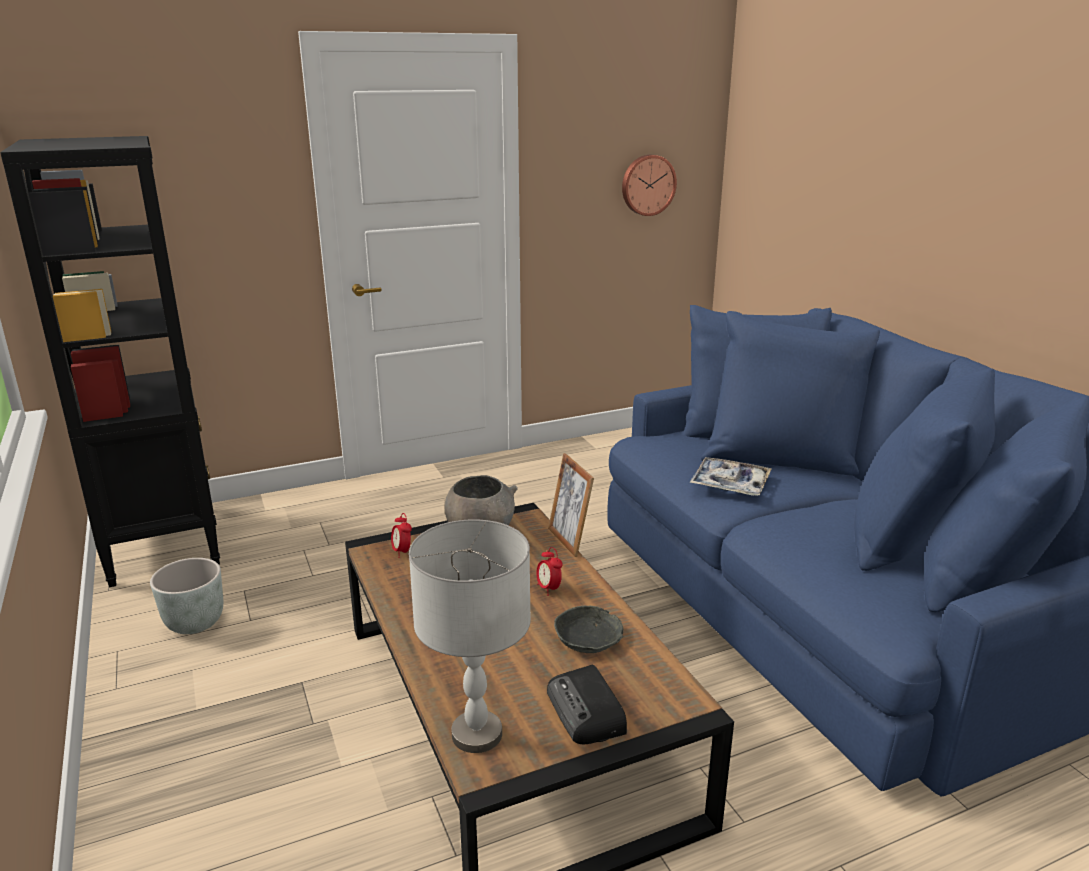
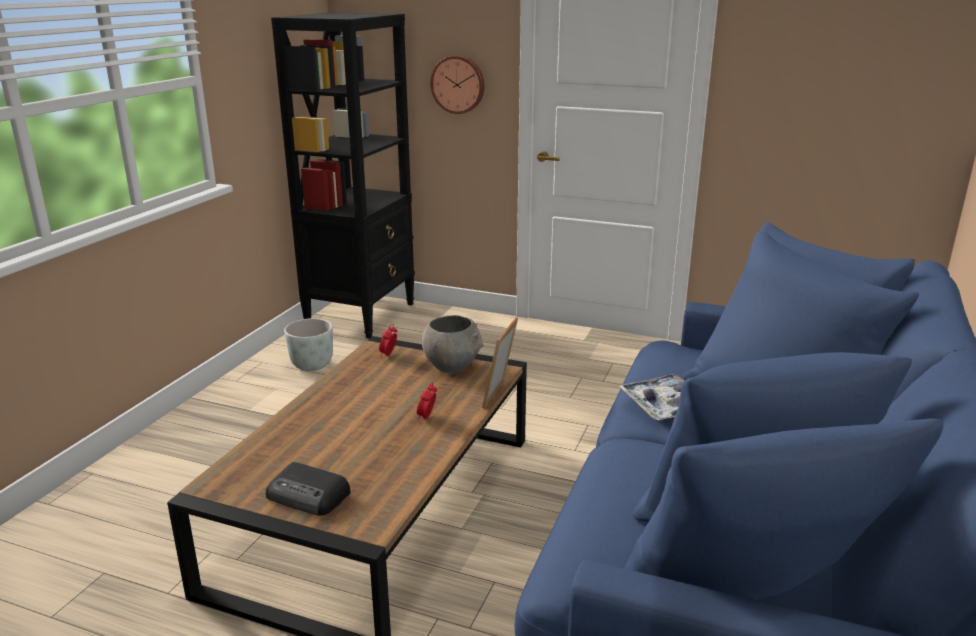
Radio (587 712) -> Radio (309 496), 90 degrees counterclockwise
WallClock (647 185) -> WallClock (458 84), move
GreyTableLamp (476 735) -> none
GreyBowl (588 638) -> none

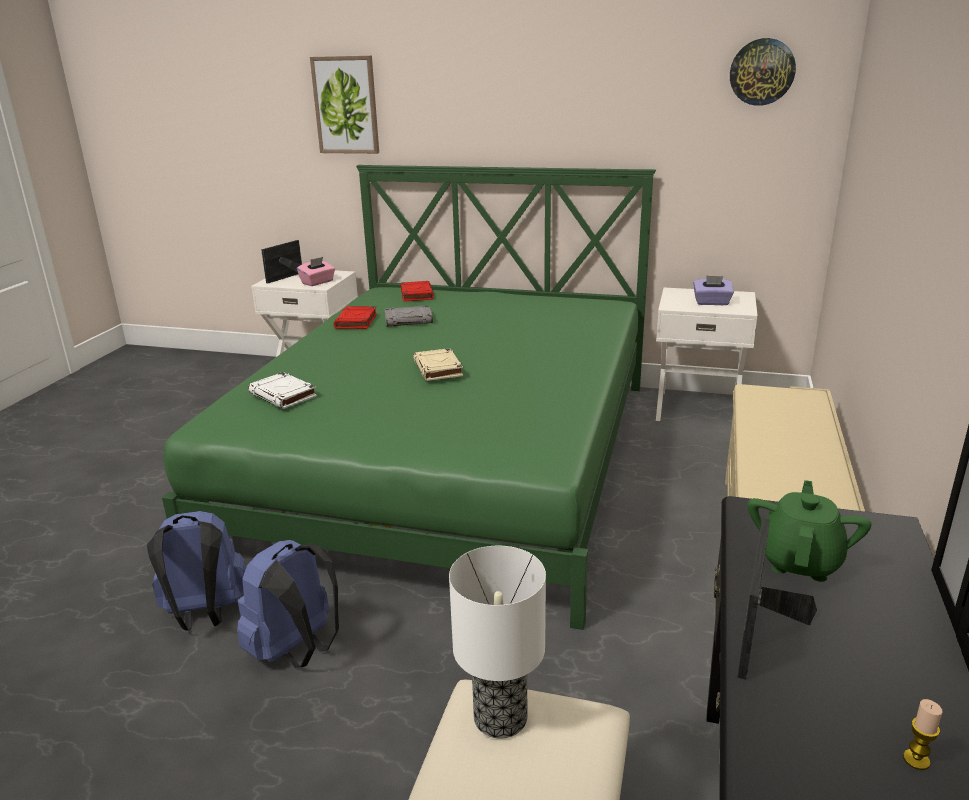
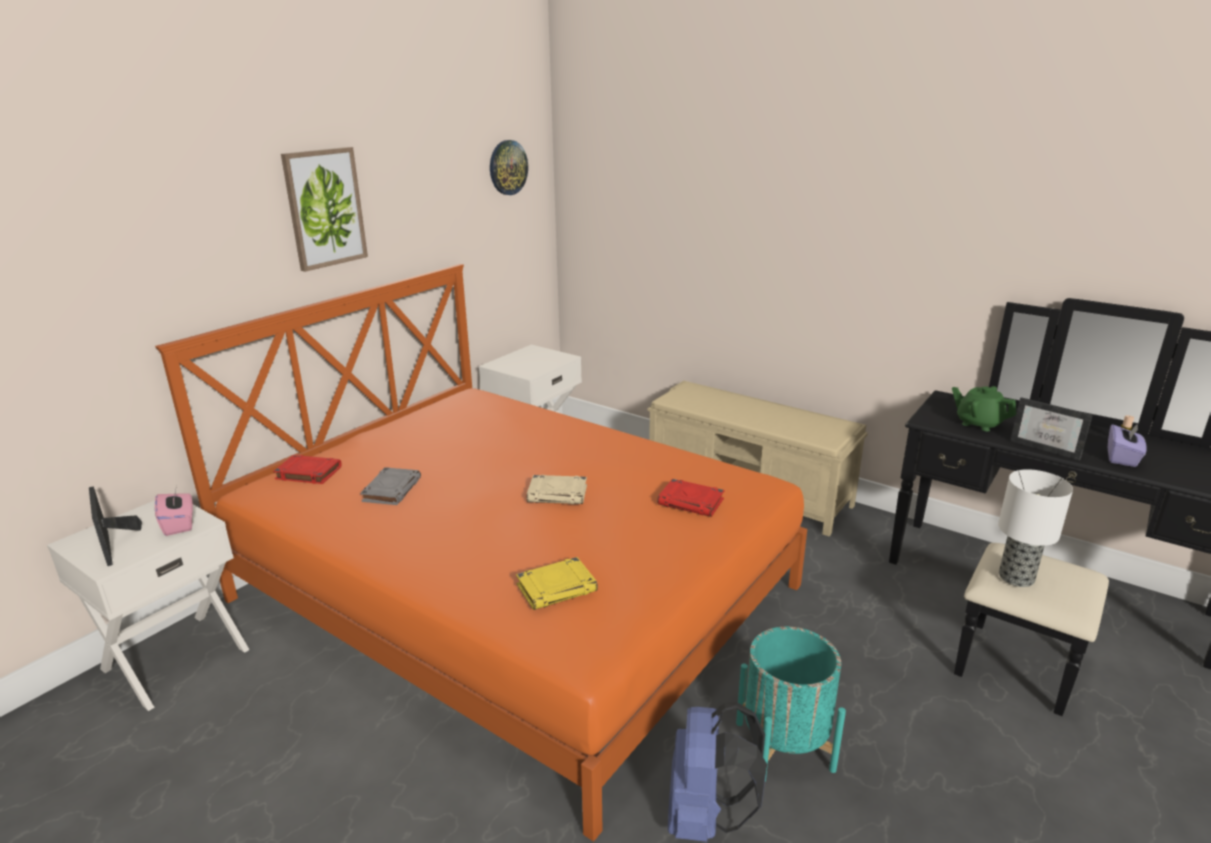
GreenBed (449 460) -> OrangeBed (514 594)
Picture (346 105) -> Picture (324 208), move
WhiteBook (283 395) -> YellowBook (557 588)
RedBook (356 321) -> RedBook (691 502), move
BlueBackpack (297 651) -> TurquoisePlanter (784 746)
PurpleTissueBox (711 302) -> PurpleTissueBox (1122 458), move

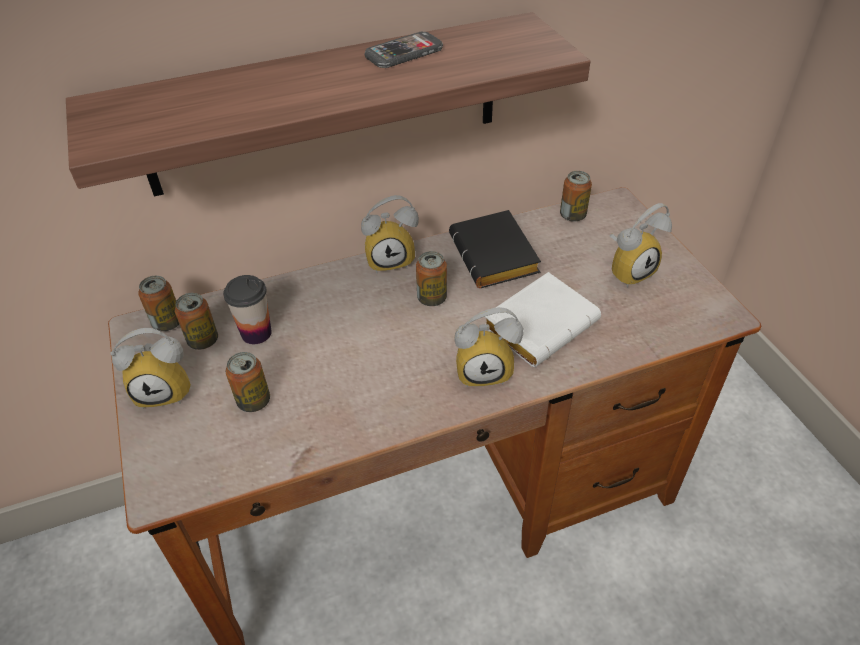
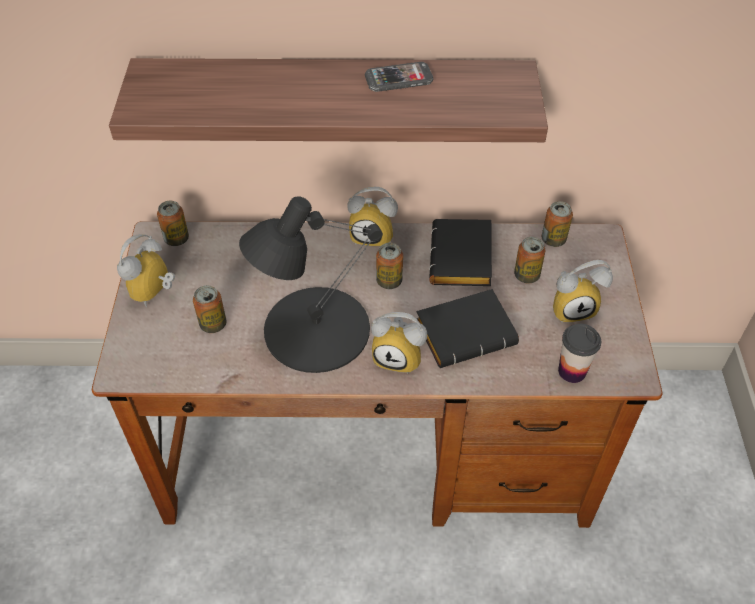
AlarmClock (167 389) -> AlarmClock (155 294), 105 degrees clockwise
none -> BlackTableLamp (314 329)
WhiteBook (540 323) -> BlackBook (467 331)
Can (203 340) -> Can (526 275), move
Cup (256 333) -> Cup (572 371), move

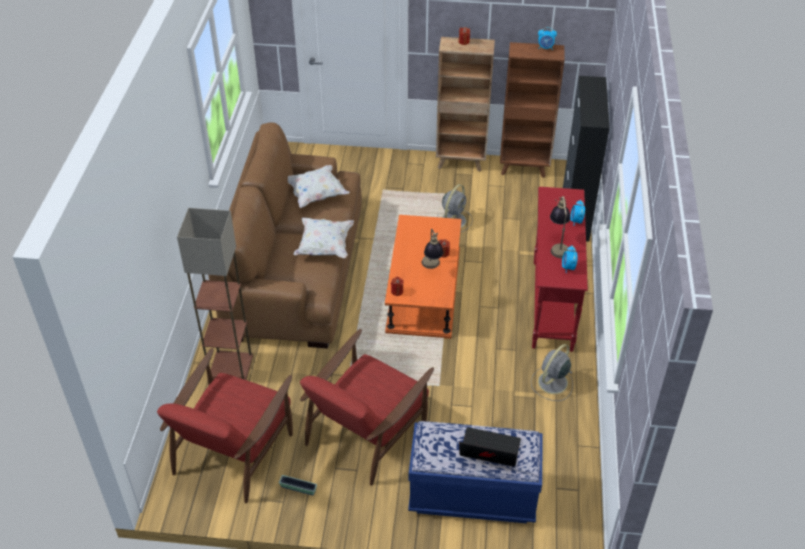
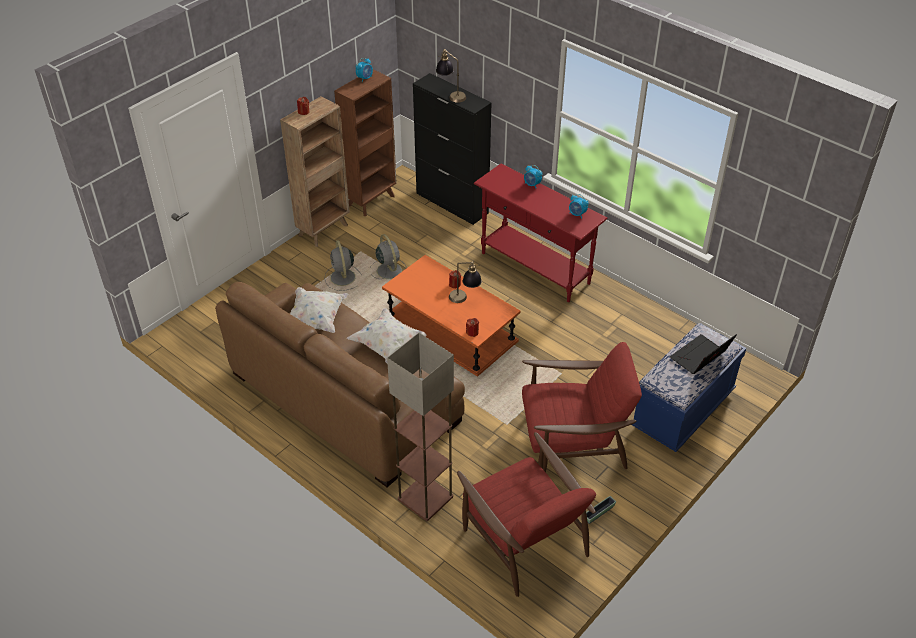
GreyFan (552 383) -> GreyFan (343 278), move
TableLamp (558 245) -> TableLamp (451 95), move
RedArmchair (367 431) -> RedArmchair (573 440), 75 degrees counterclockwise

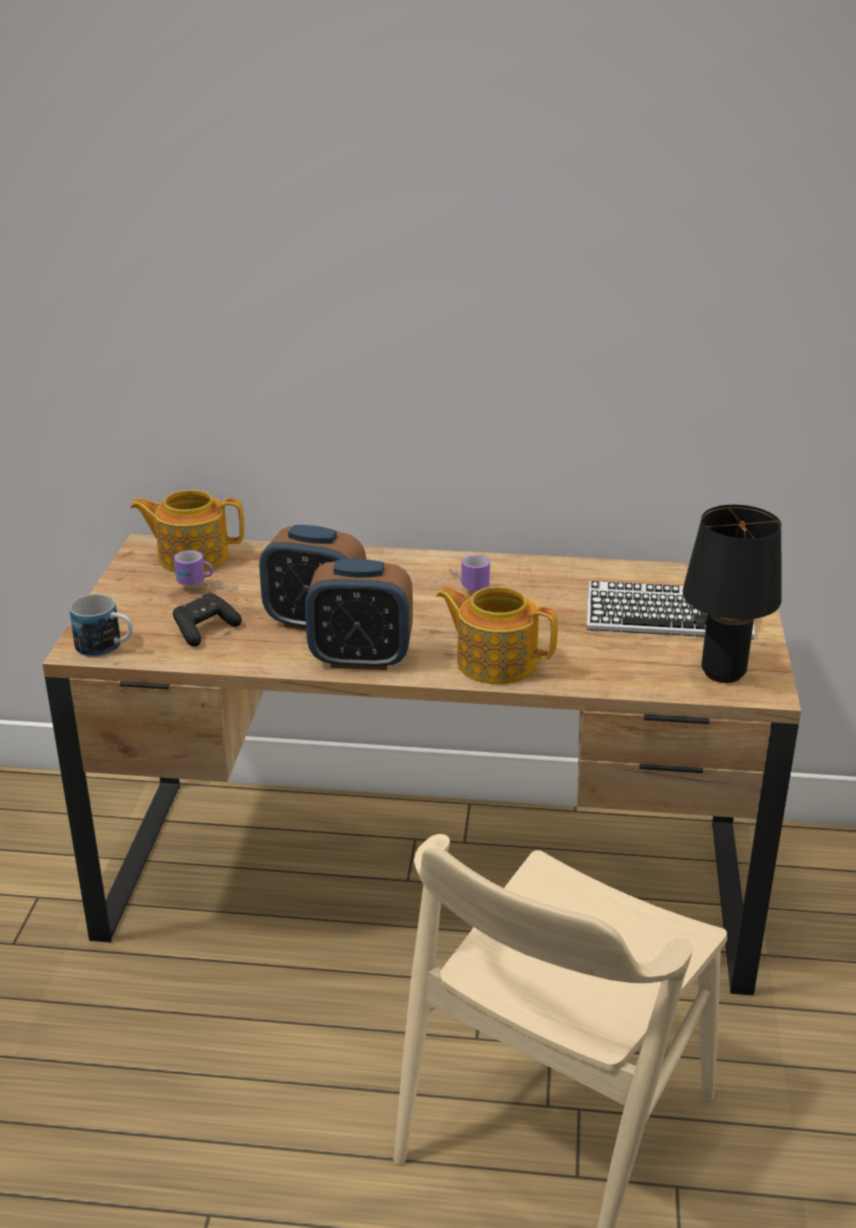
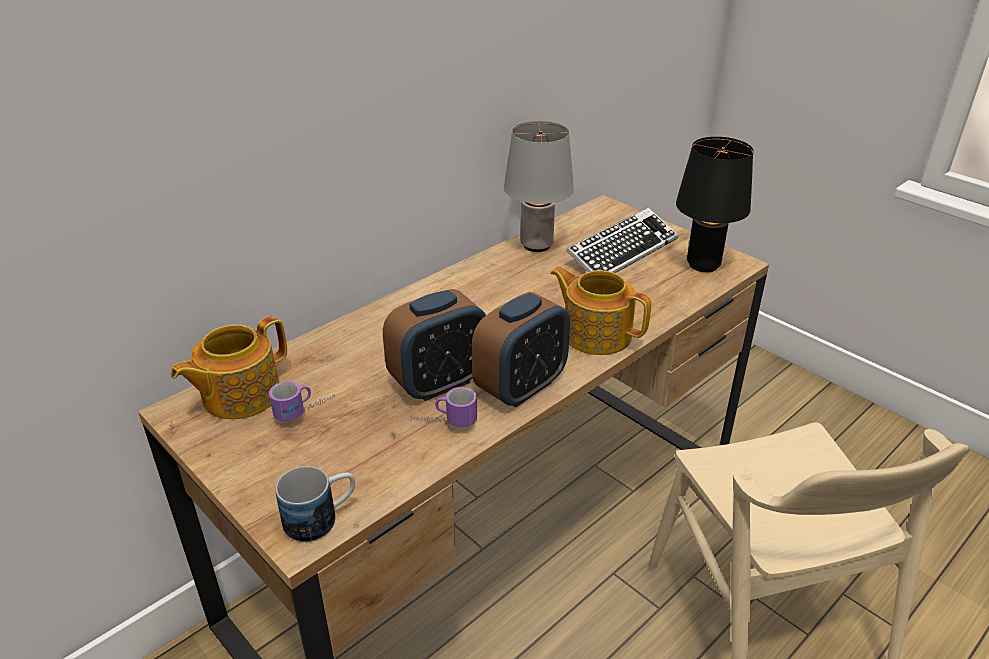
Mug (466 584) -> Mug (444 423), move
none -> GreyTableLamp (537 245)
Teapot (495 662) -> Teapot (596 334), 60 degrees clockwise
BlackGameController (205 630) -> none

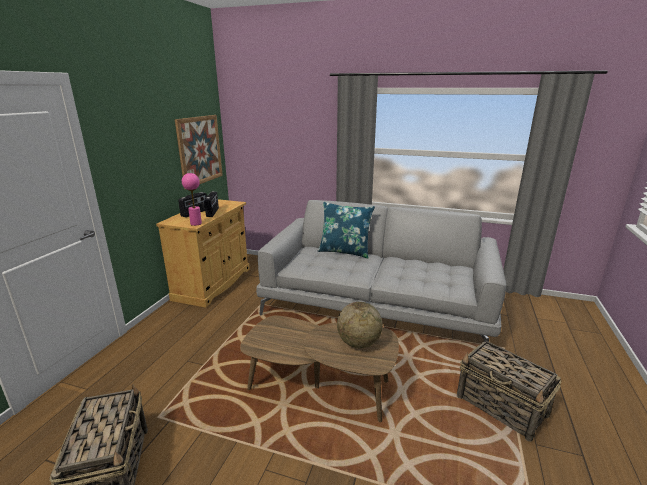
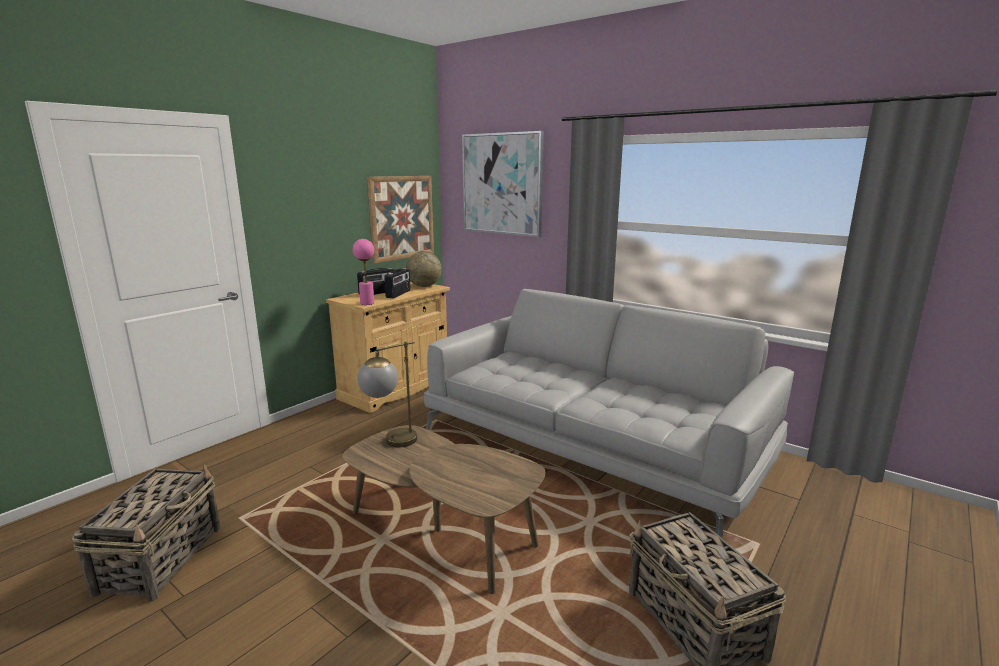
none -> TableLamp (391 443)
Globe (358 343) -> Globe (424 286), move
none -> Picture (502 184)
BluePillow (345 251) -> none

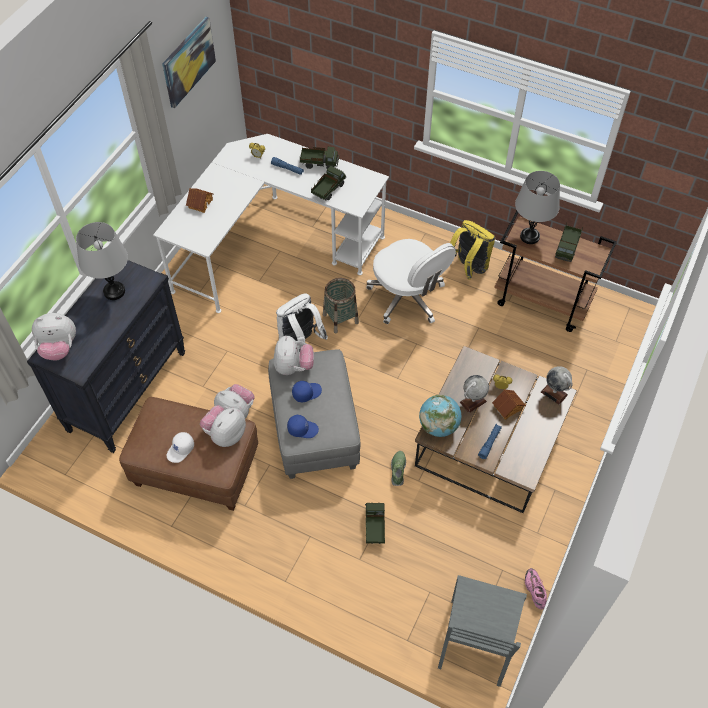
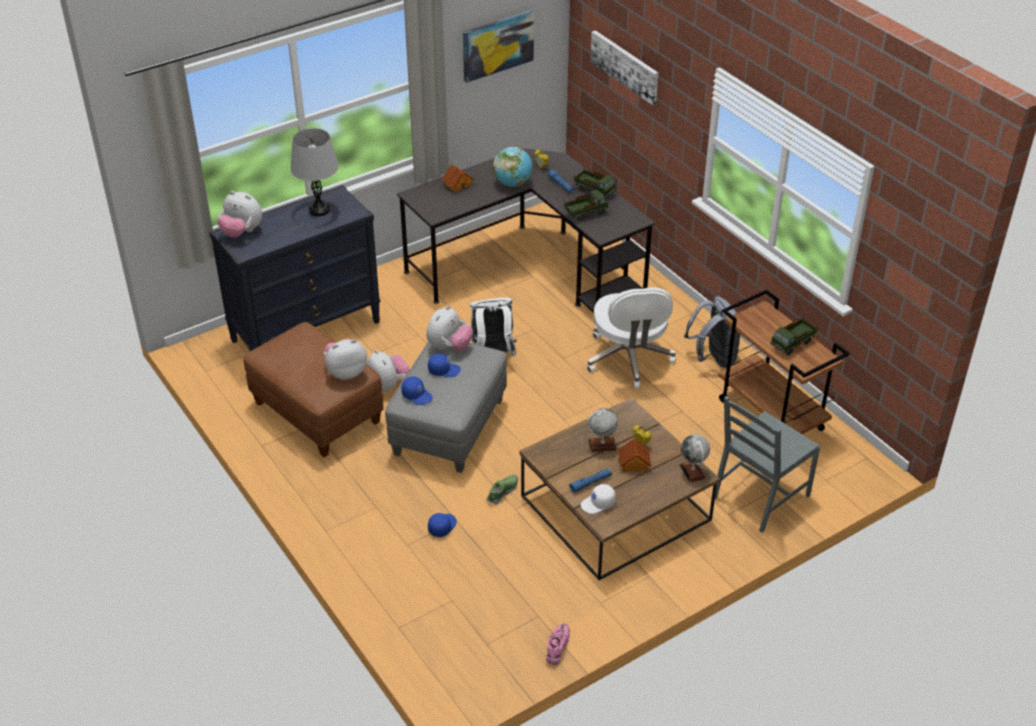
WhiteDesk (272 245) -> BlackDesk (529 269)
ToyTruck (374 527) -> BlueCap (442 526)
Globe (438 426) -> Globe (513 183), move
WhiteCap (181 450) -> WhiteCap (598 504), move
none -> Picture (625 66)
YellowBackpack (468 268) -> GreyBackpack (713 358)
GreyChair (476 643) -> GreyChair (759 497), move
Basket (340 318) -> none
GreyTableLamp (529 237) -> none

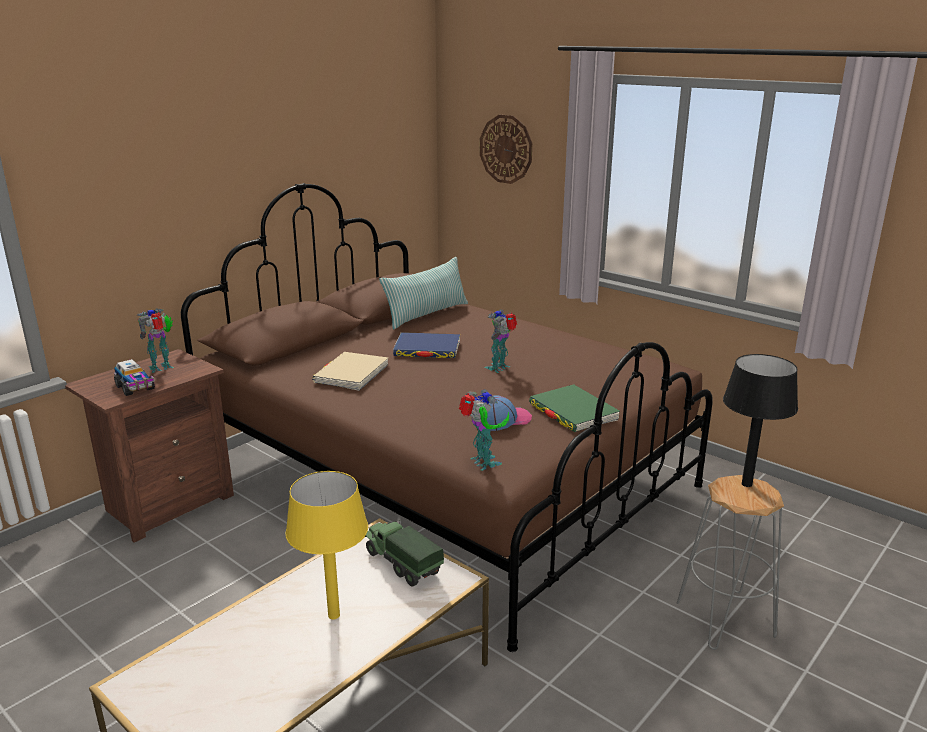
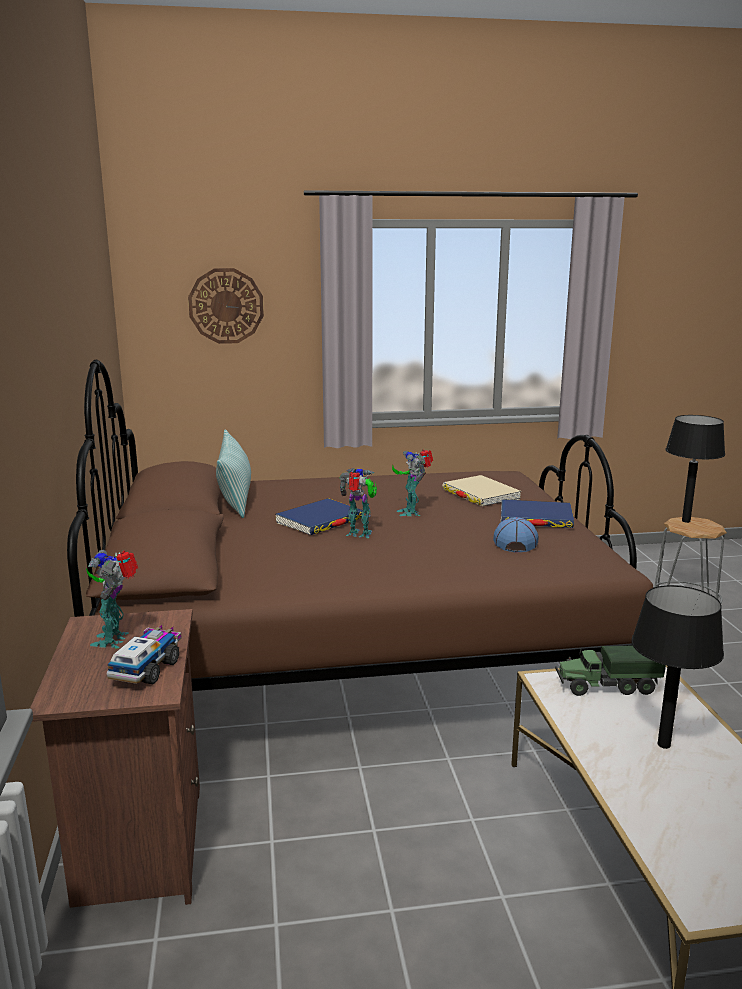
ToyTruck (135 388) -> ToyTruck (147 668), 75 degrees counterclockwise
ToyRobot (483 463) -> ToyRobot (360 534), move
BeigeBook (351 374) -> BeigeBook (480 494), move
GreenBook (573 412) -> BlueBook (535 518)
YellowTableLamp (333 615) -> BlackTableLamp (663 744)

